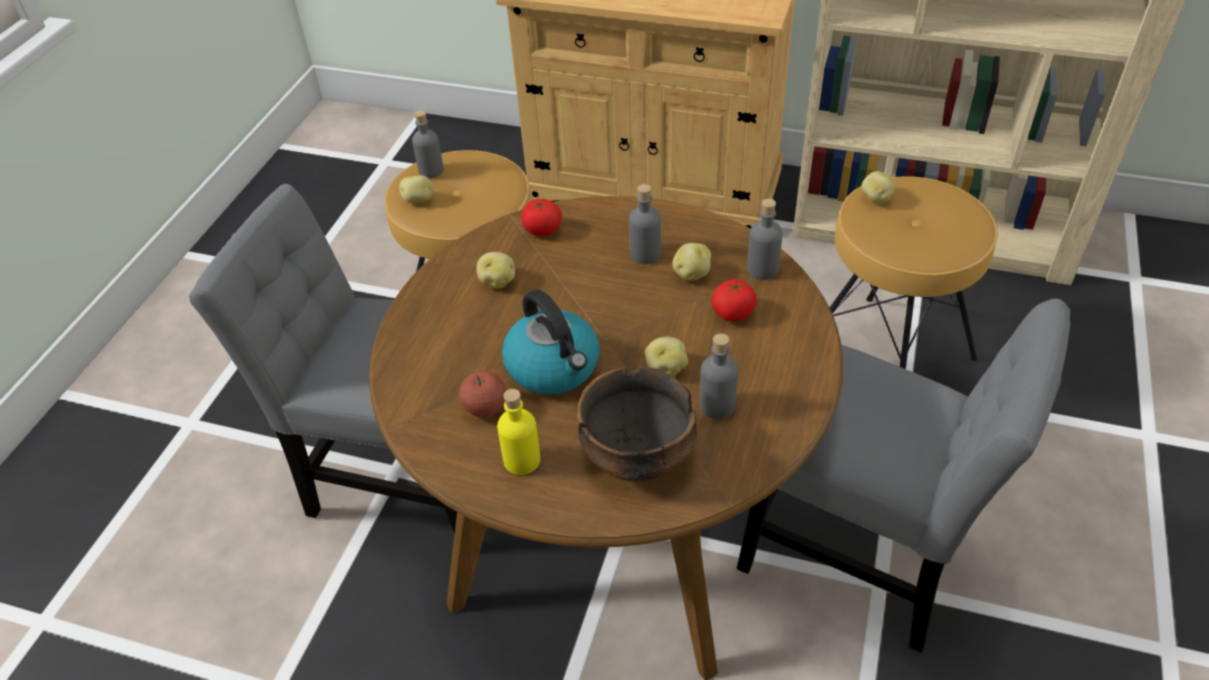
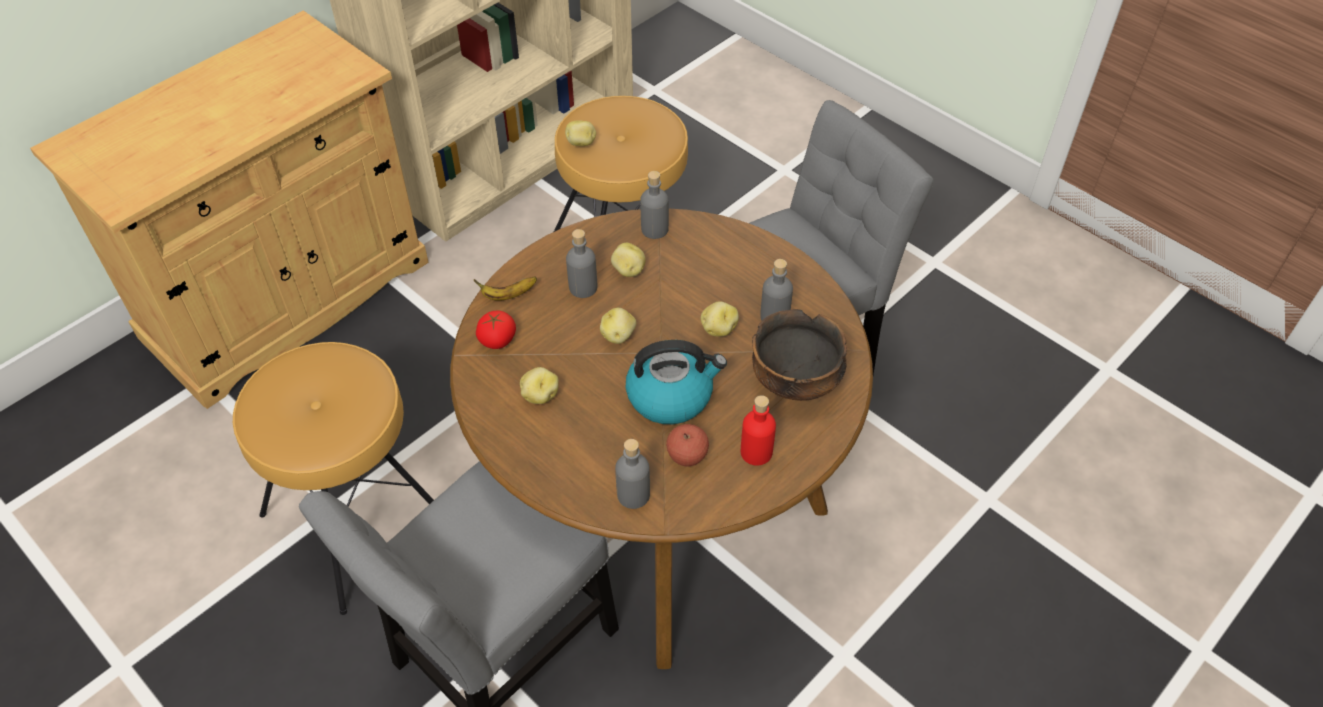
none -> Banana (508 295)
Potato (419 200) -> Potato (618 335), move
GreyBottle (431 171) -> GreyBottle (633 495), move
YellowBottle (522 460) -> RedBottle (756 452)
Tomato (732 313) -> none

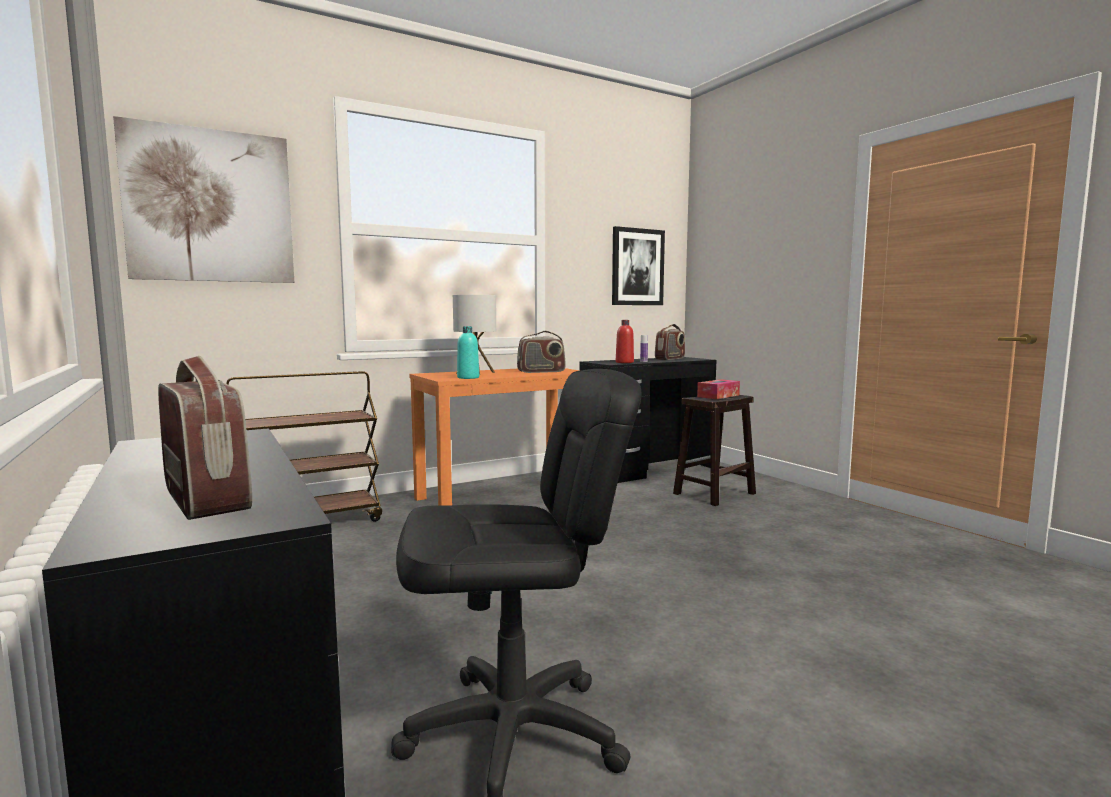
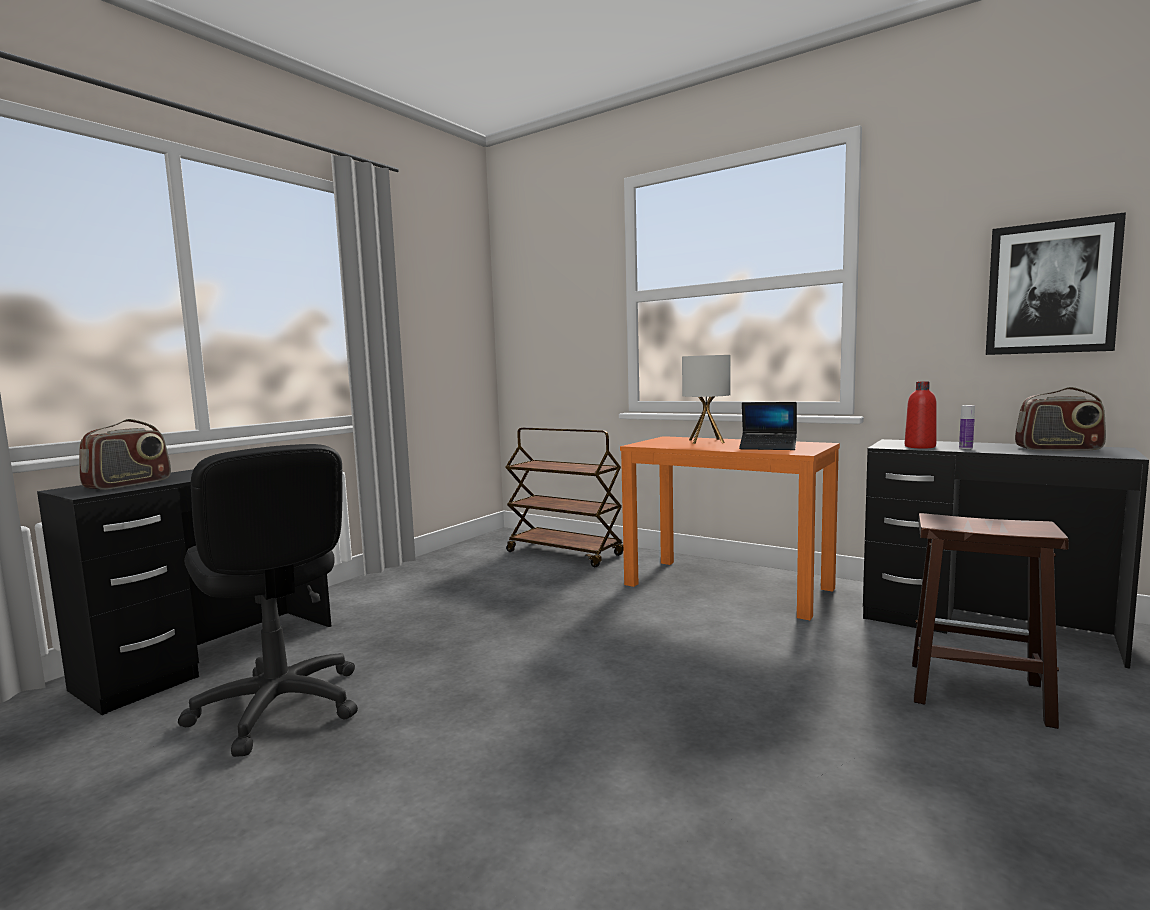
Radio (541 371) -> Laptop (768 447)
Picture (210 206) -> none
TurquoiseBottle (468 377) -> none
TissueBox (718 396) -> none

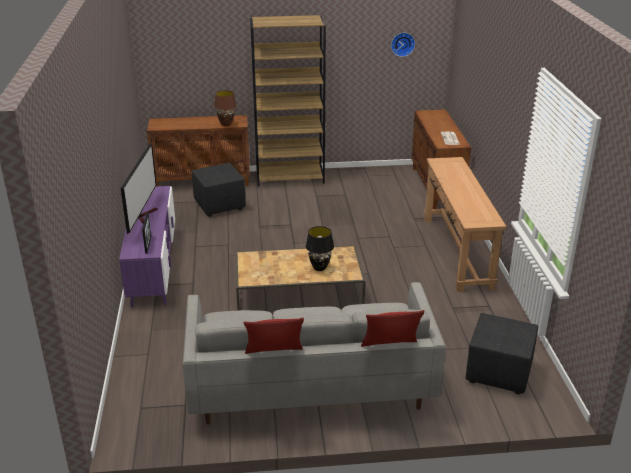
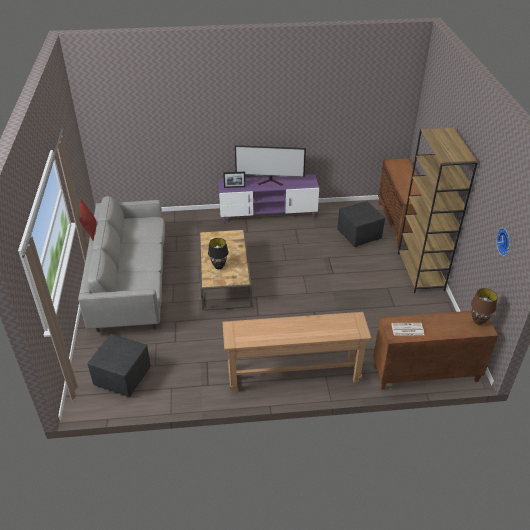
BrownTableLamp (226 125) -> BrownTableLamp (478 321), move
RedPillow (390 349) -> none

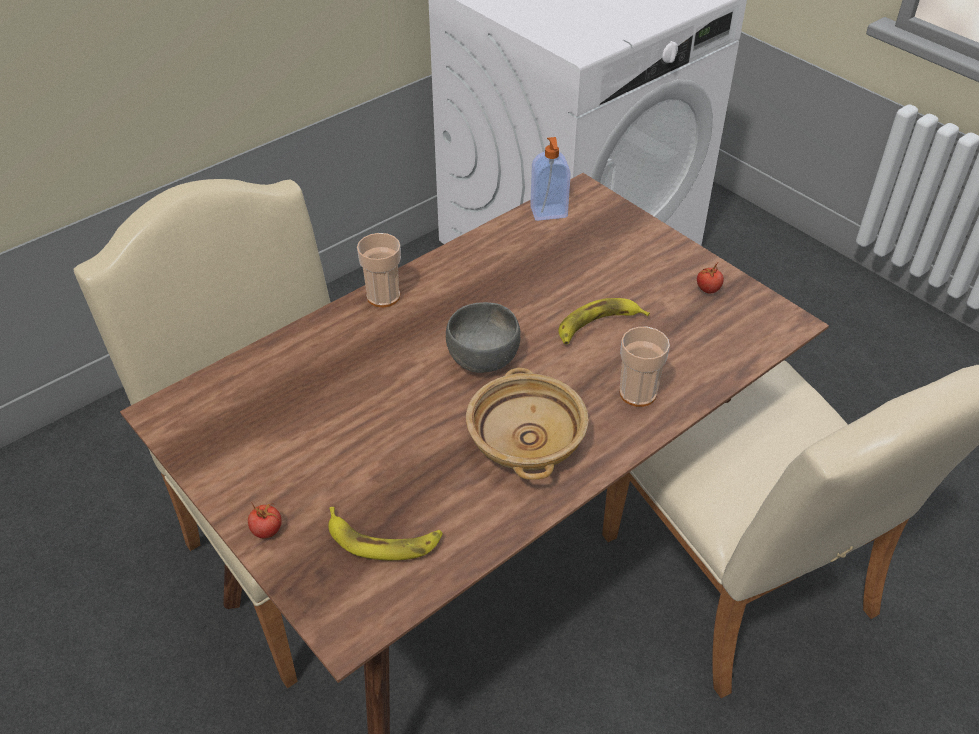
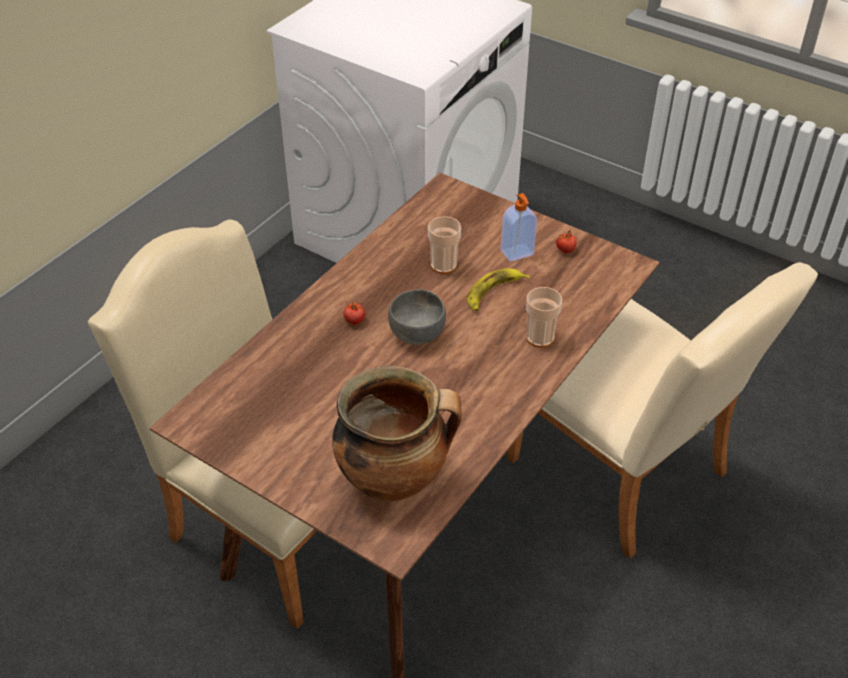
Banana (383 539) -> CookingPot (395 478)
Tomato (267 531) -> Tomato (354 321), move
Cup (383 296) -> Cup (443 265), move
SoapDispenser (549 213) -> SoapDispenser (517 253), move
BeigeBowl (525 441) -> none

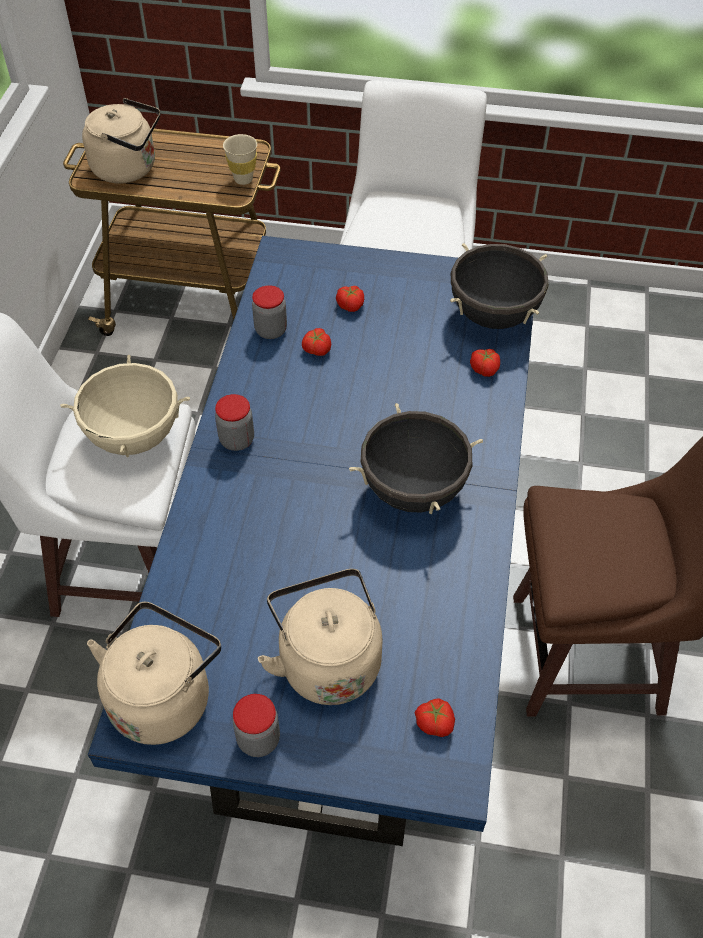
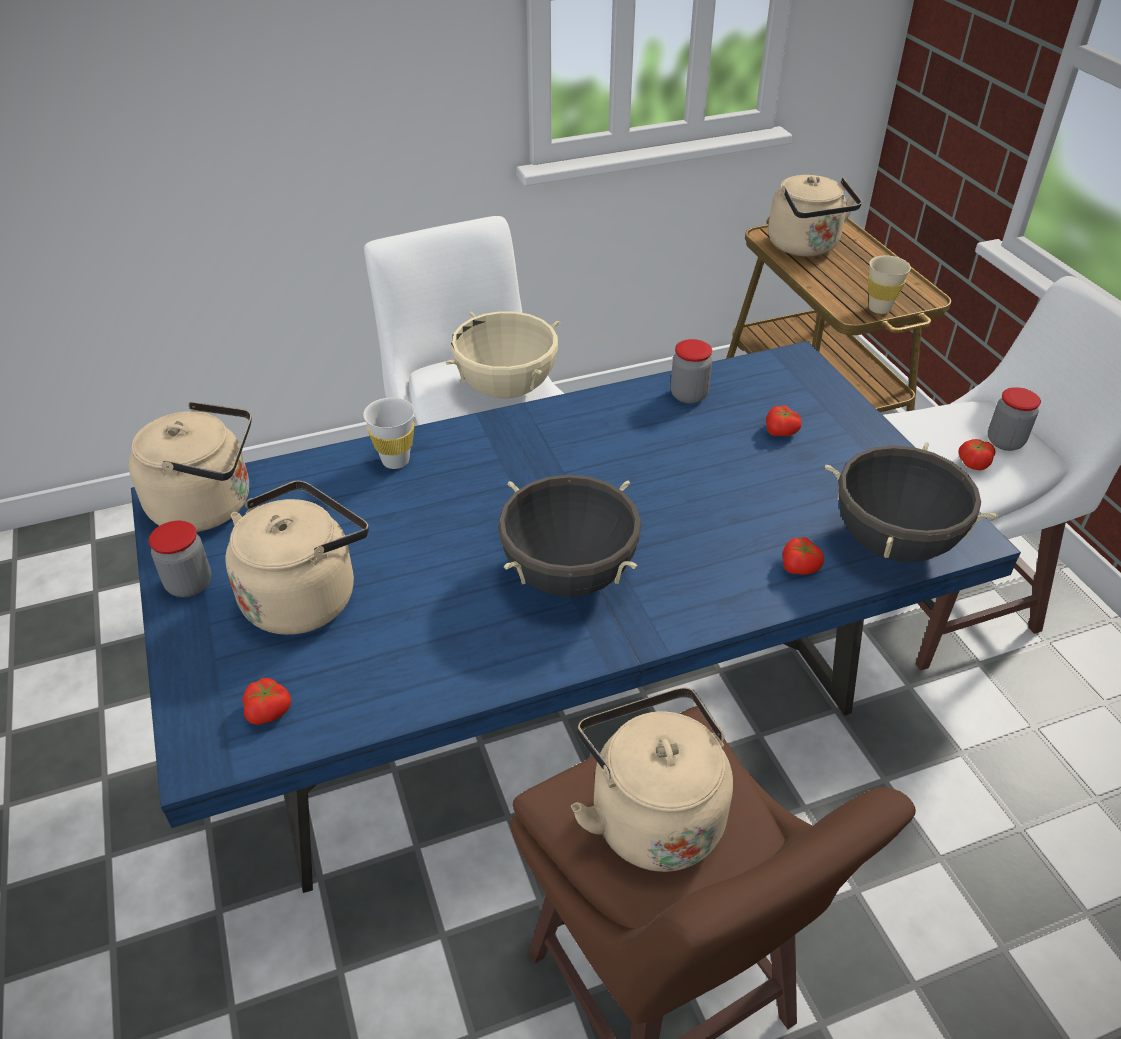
none -> WhiteCup (395 461)
none -> BeigeKettle (651 814)
Tomato (316 349) -> Tomato (972 463), move
Jar (237 440) -> Jar (1005 442), move

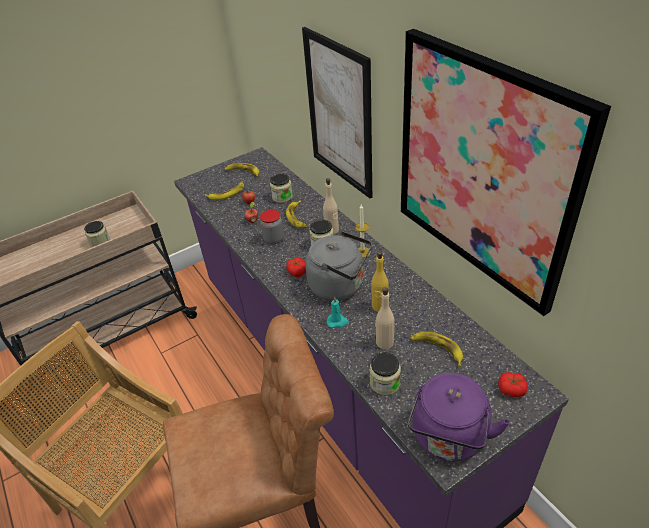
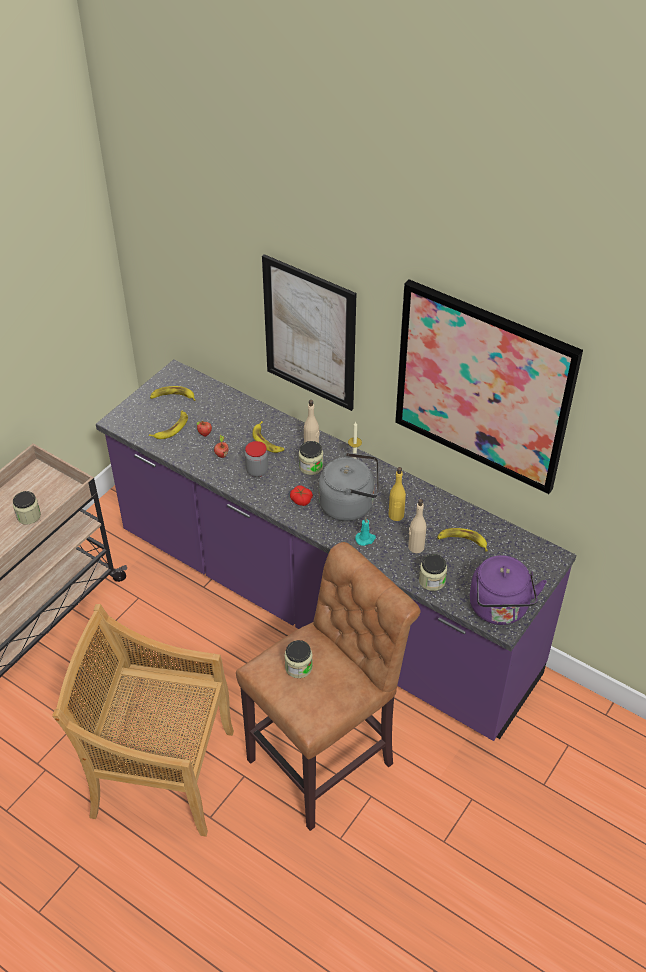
Jar (282 197) -> Jar (298 667), move
Tomato (511 389) -> none

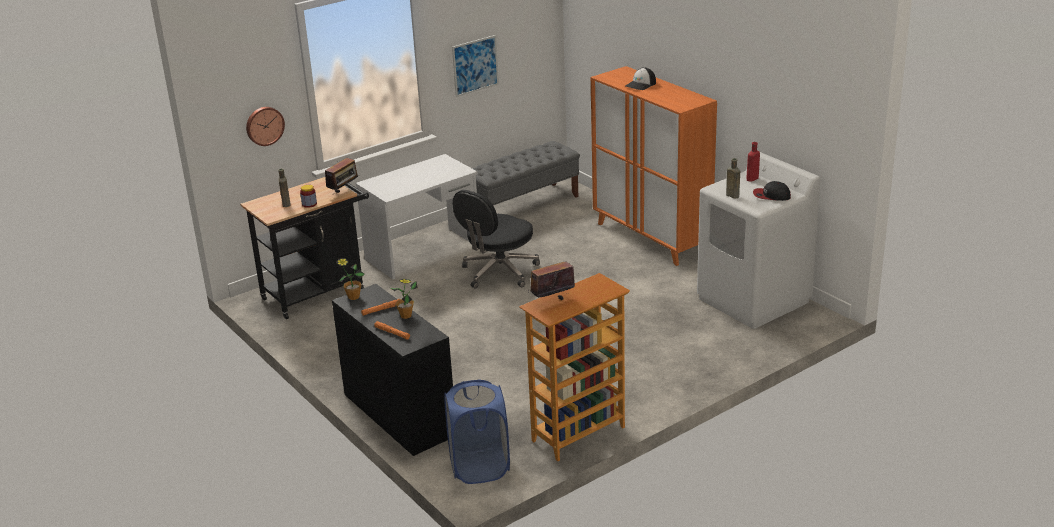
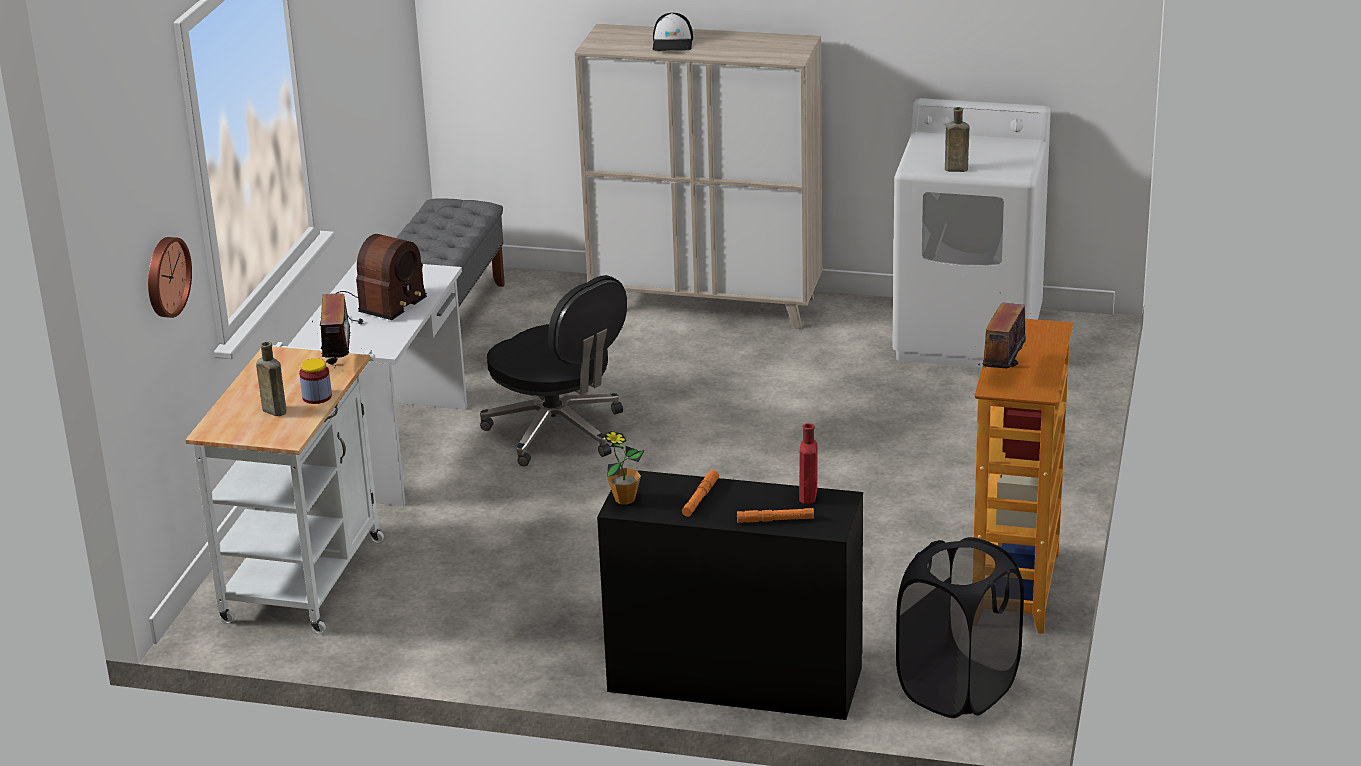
BlackCart (318 292) -> WhiteCart (307 573)
none -> Radio (374 307)
BlackOfficeChair (498 272) -> BlackOfficeChair (558 432), 45 degrees counterclockwise
OrangeCabinet (651 238) -> BeigeCabinet (707 305)
RedBottle (751 179) -> RedBottle (808 497), move
BlueLaundryBasket (479 467) -> BlackLaundryBasket (958 689)
PottedPlant (406 316) -> none
Picture (475 65) -> none
Cap (771 196) -> none

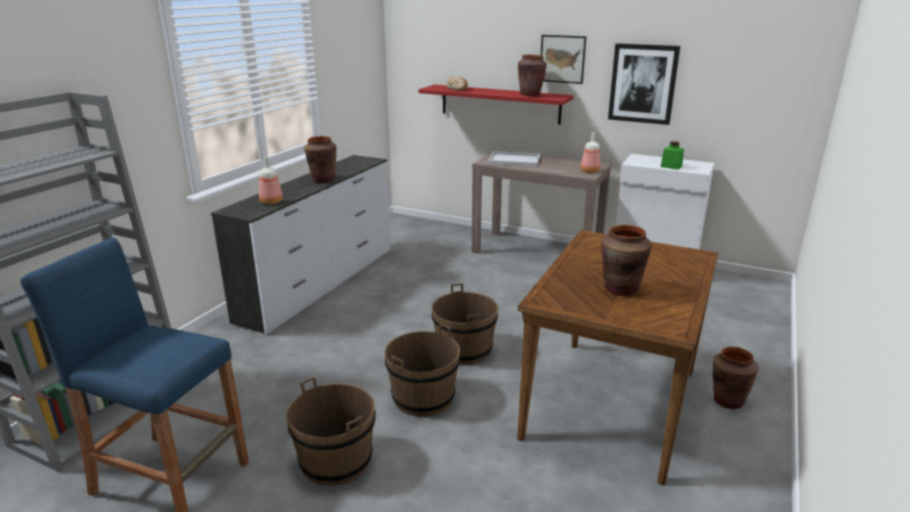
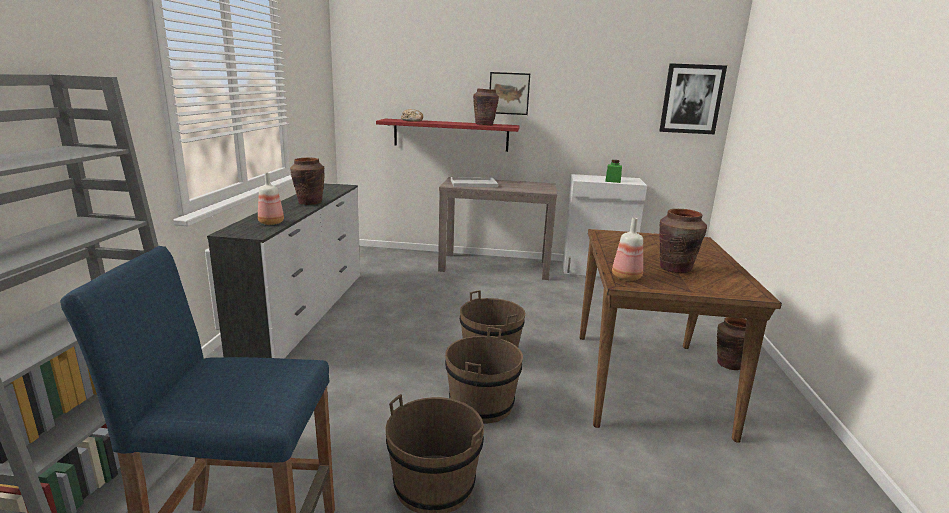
Bottle (590 171) -> Bottle (627 277), move
Picture (643 83) -> Picture (691 99), move

